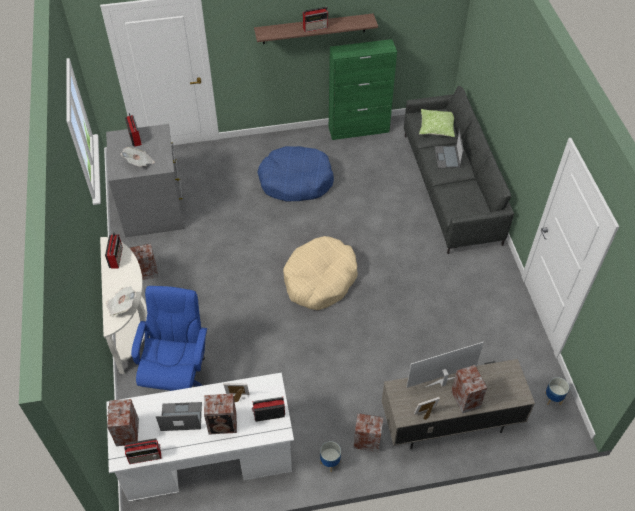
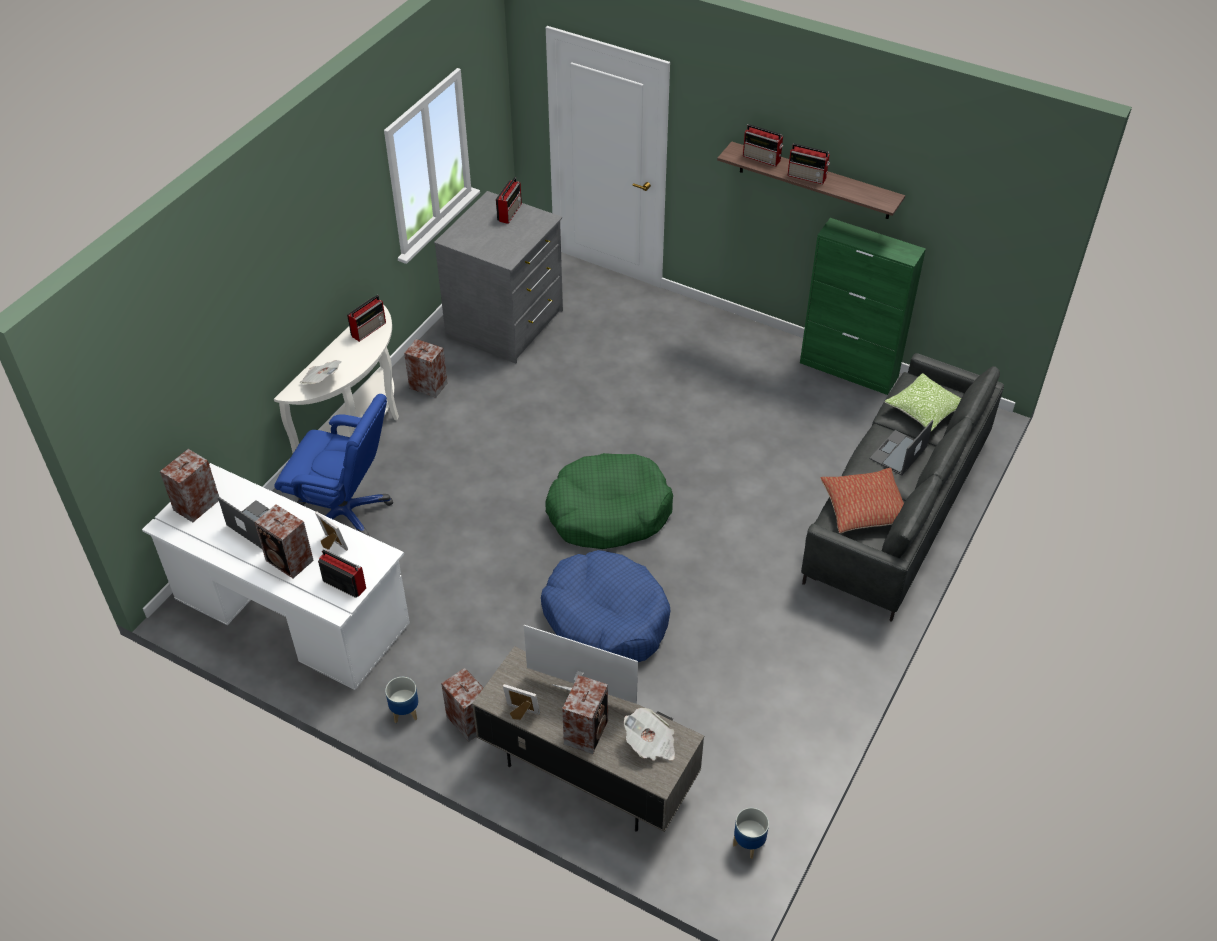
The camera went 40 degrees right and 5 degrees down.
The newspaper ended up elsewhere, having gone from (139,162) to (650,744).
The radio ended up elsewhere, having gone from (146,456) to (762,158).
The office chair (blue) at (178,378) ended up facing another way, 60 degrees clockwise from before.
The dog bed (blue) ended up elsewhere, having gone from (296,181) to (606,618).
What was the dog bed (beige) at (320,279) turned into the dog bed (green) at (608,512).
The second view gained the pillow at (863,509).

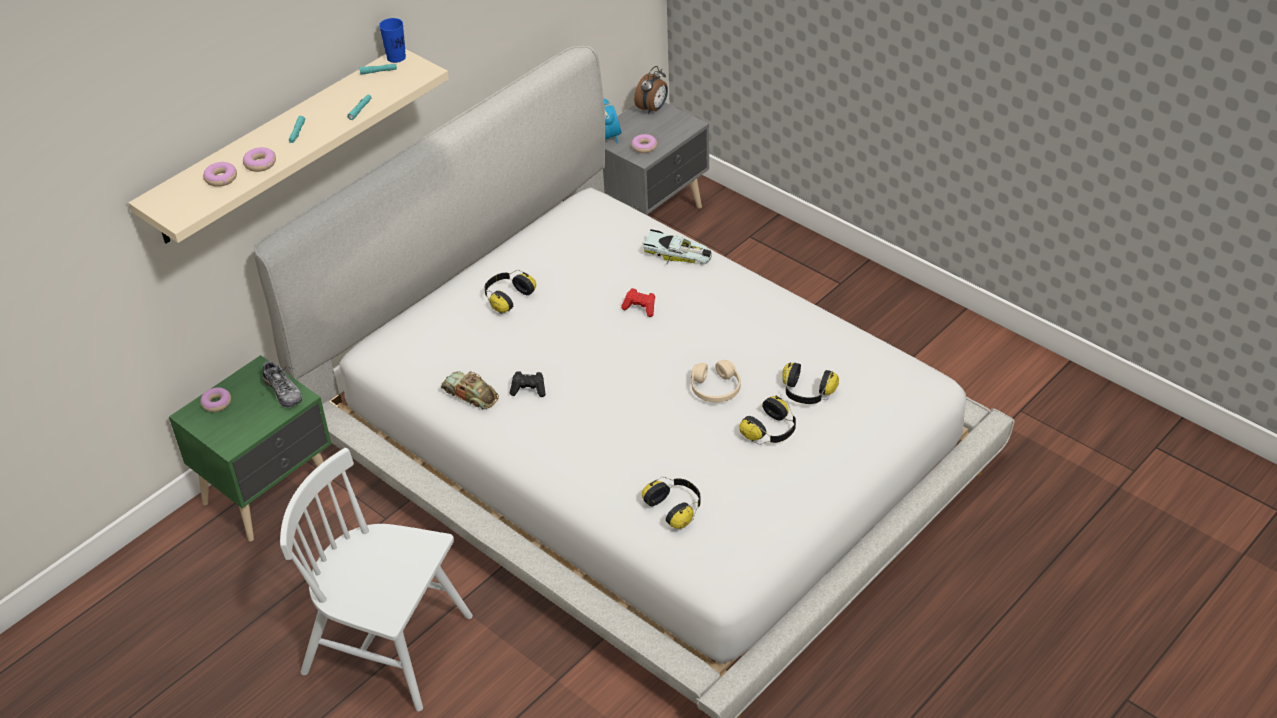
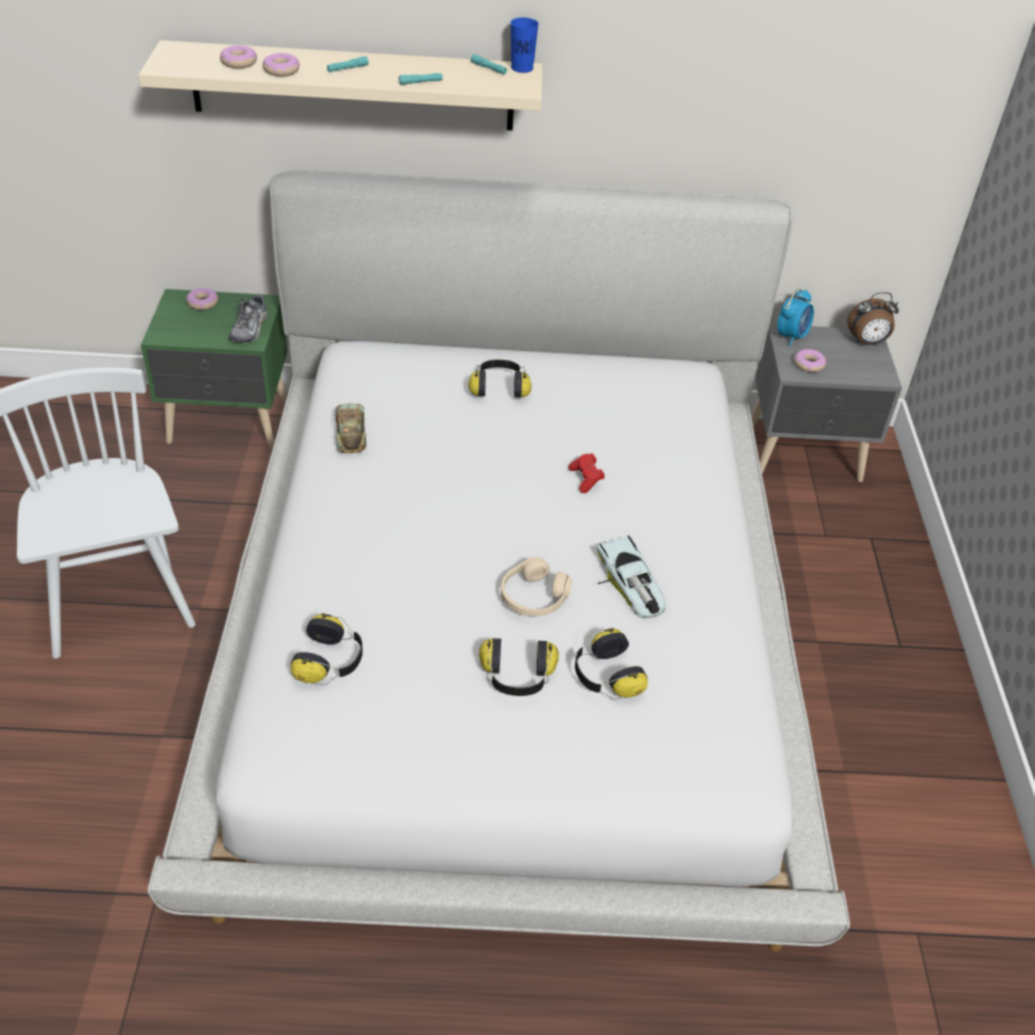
The camera went 45 degrees right and 0 degrees up.
The second view lost the game controller (black) at (529,390).
The toy car ended up elsewhere, having gone from (678,253) to (630,584).

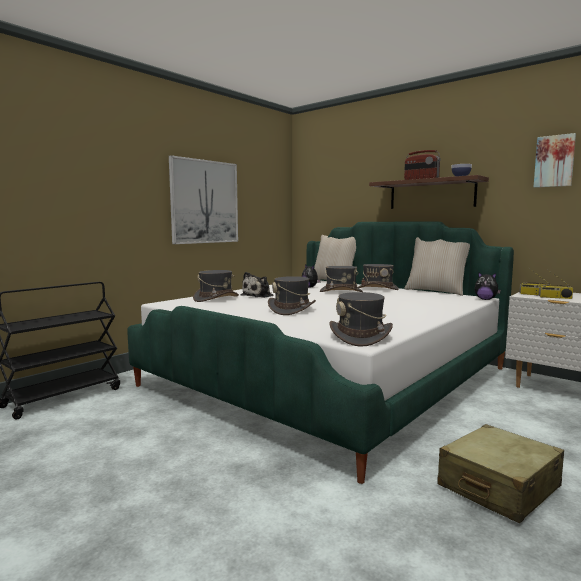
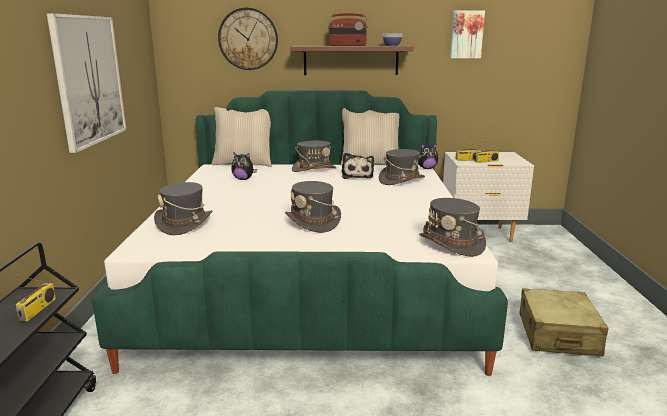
The camera went 40 degrees left and 10 degrees up.
The plush toy ended up elsewhere, having gone from (259,296) to (357,176).
The hat (grey) ended up elsewhere, having gone from (341,291) to (401,180).
The second view gained the radio at (38,310).
The second view gained the wall clock at (248,39).

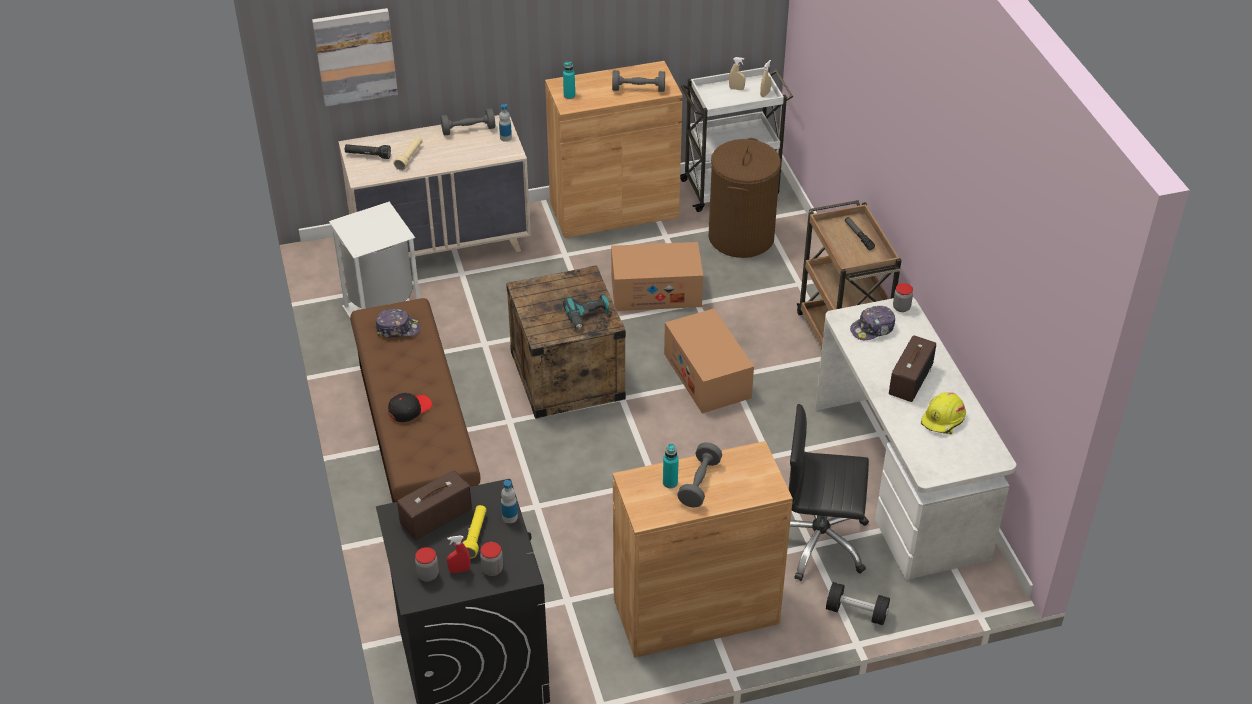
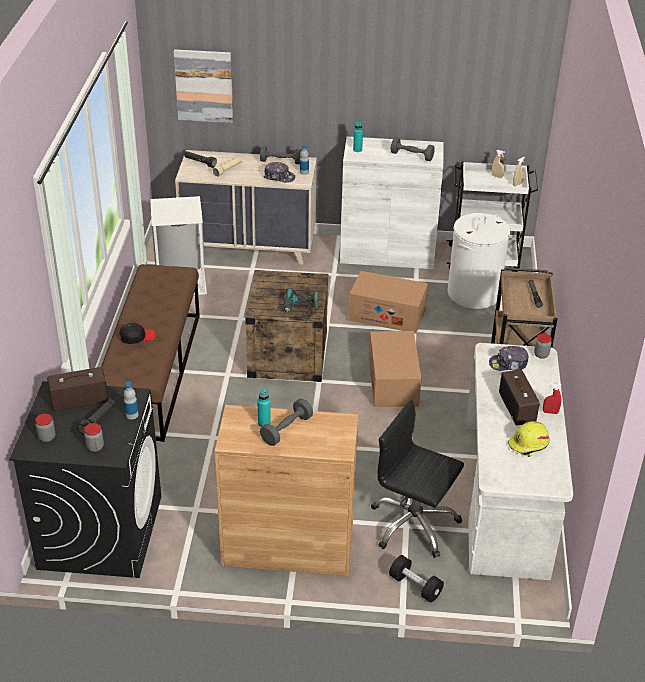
The camera went 20 degrees right and 5 degrees down.
The cap ended up elsewhere, having gone from (398,328) to (279,177).
The spray bottle (red) ended up elsewhere, having gone from (459,570) to (550,412).
What was the flashlight (yellow) at (475,536) turned into the flashlight (black) at (98,421).
What was the cabinet (brown) at (614,209) turned into the cabinet (white) at (387,253).
What was the laundry basket (brown) at (741,237) turned into the laundry basket (white) at (473,293).
The radio at (910,379) ended up facing another way, 120 degrees clockwise from before.

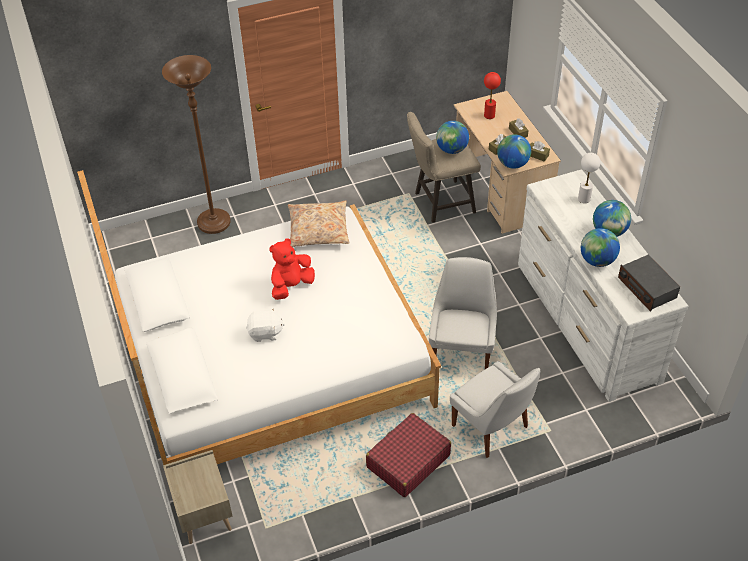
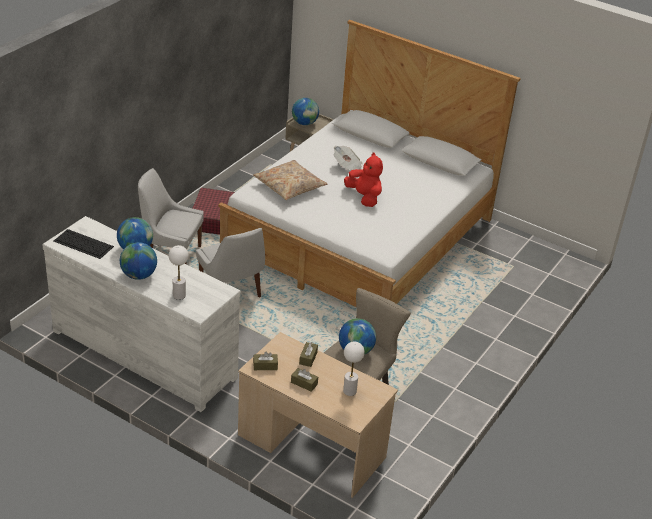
The camera went 140 degrees right and 10 degrees down.
The second view lost the floor lamp (brown) at (214,223).
Where the plush toy (white) stood at (265,333), the newspaper came to stand at (347,166).
The plush toy (red) at (291,286) ended up facing another way, 45 degrees counterclockwise from before.
The pillow (beige) ended up elsewhere, having gone from (318,230) to (289,186).
What was the table lamp (red) at (489,115) turned into the table lamp (white) at (349,391).
The globe ended up elsewhere, having gone from (512,164) to (304,123).
Where the radio stood at (646,288), the keyboard came to stand at (82,244).

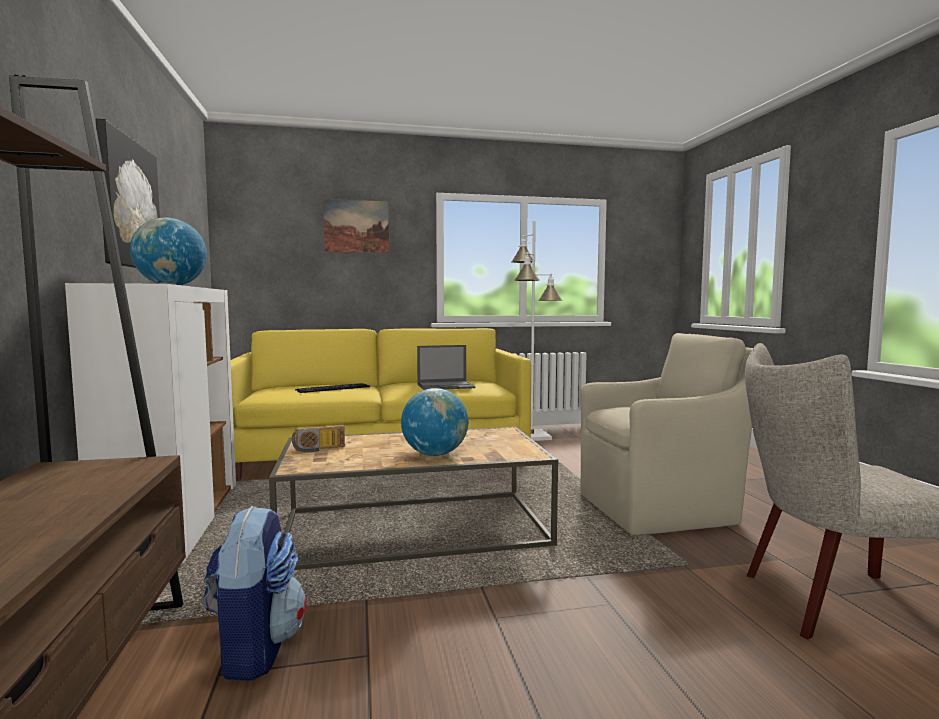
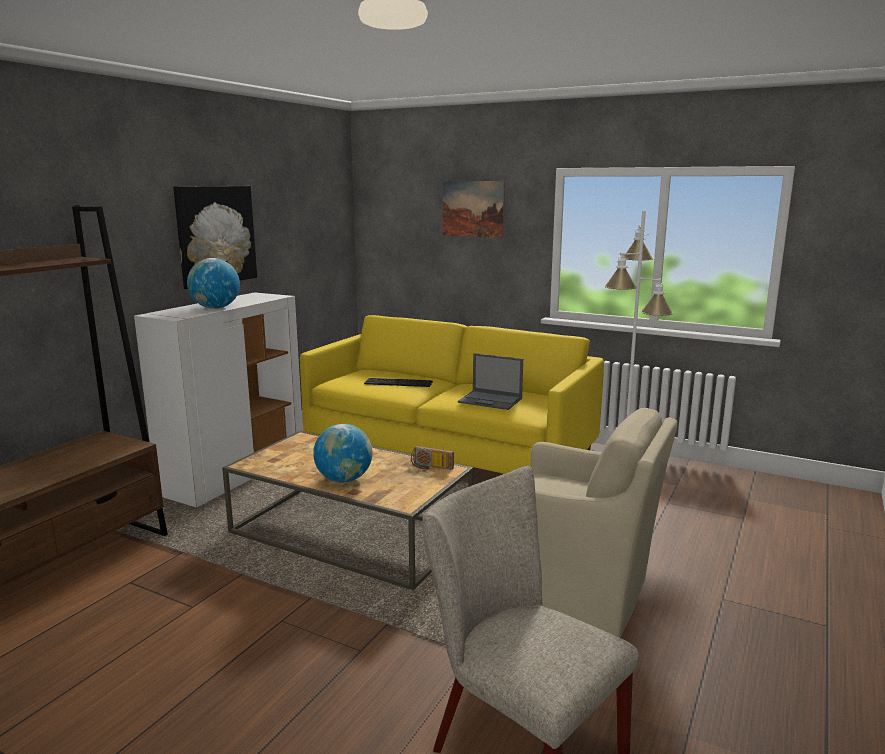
The camera went 40 degrees right and 10 degrees up.
The second view lost the backpack at (255,648).
The radio ended up elsewhere, having gone from (319,449) to (431,467).

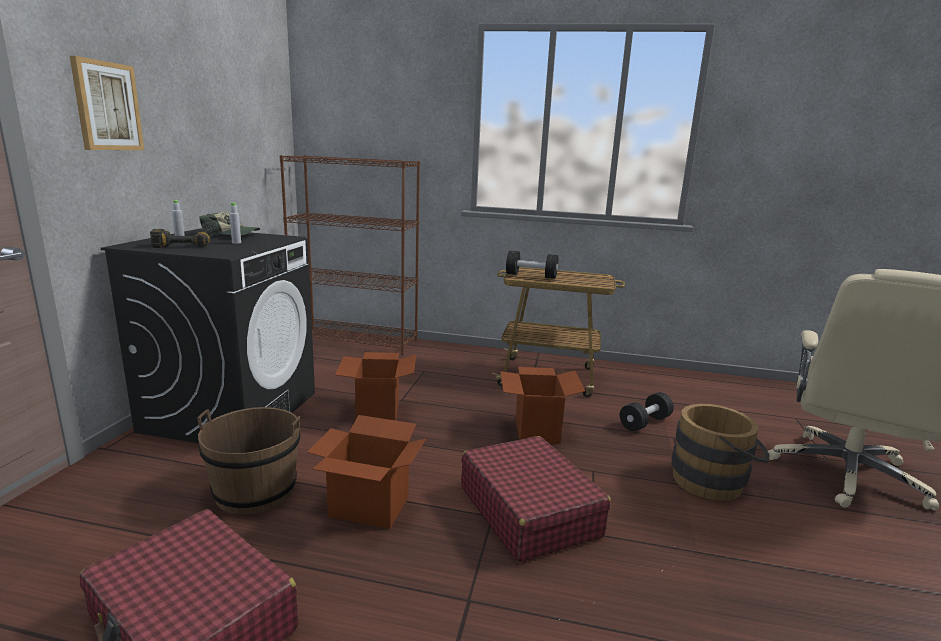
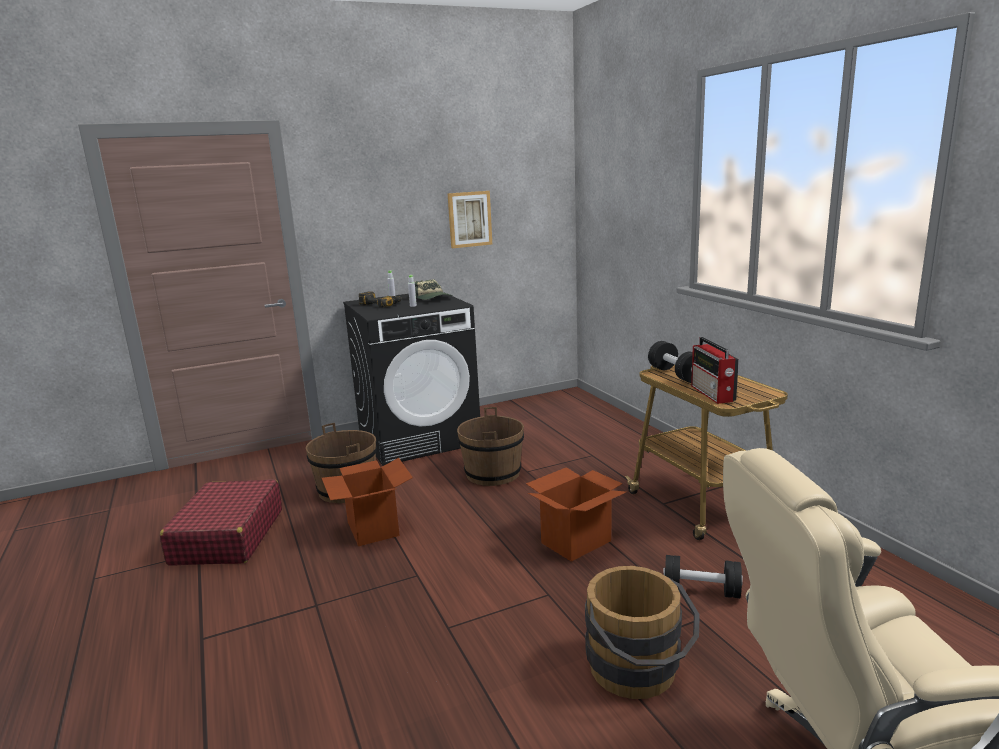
The camera went 55 degrees right and 0 degrees up.
The picture ended up elsewhere, having gone from (107,106) to (469,219).
The second view lost the bookcase (brown) at (356,340).
Where the cardboard box stood at (378,412), the bucket (brown) came to stand at (493,473).
The second view lost the suitcase (red) at (528,511).
The second view gained the radio at (713,394).

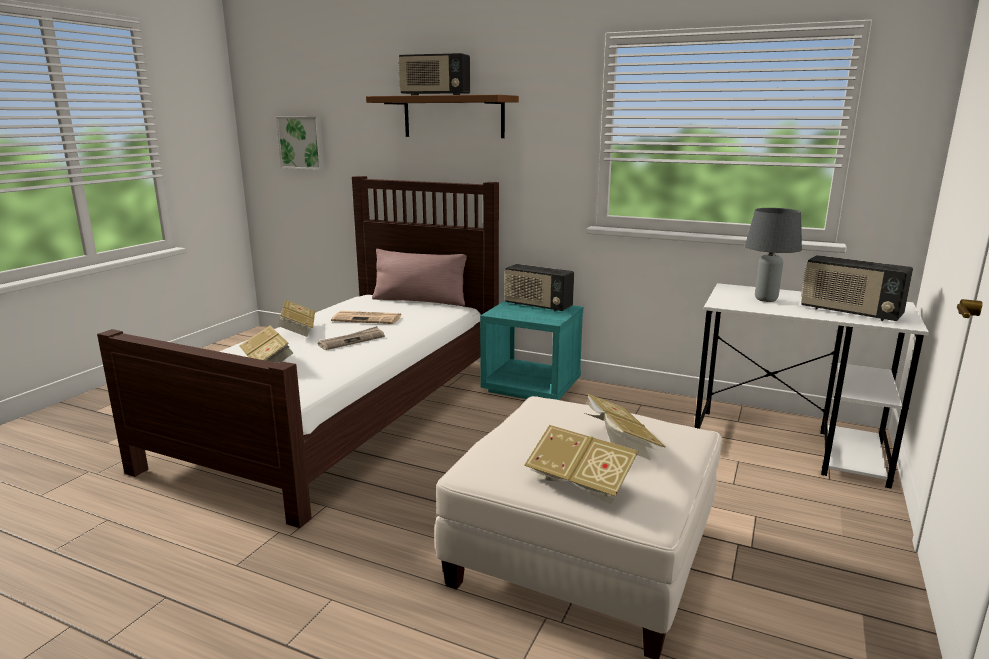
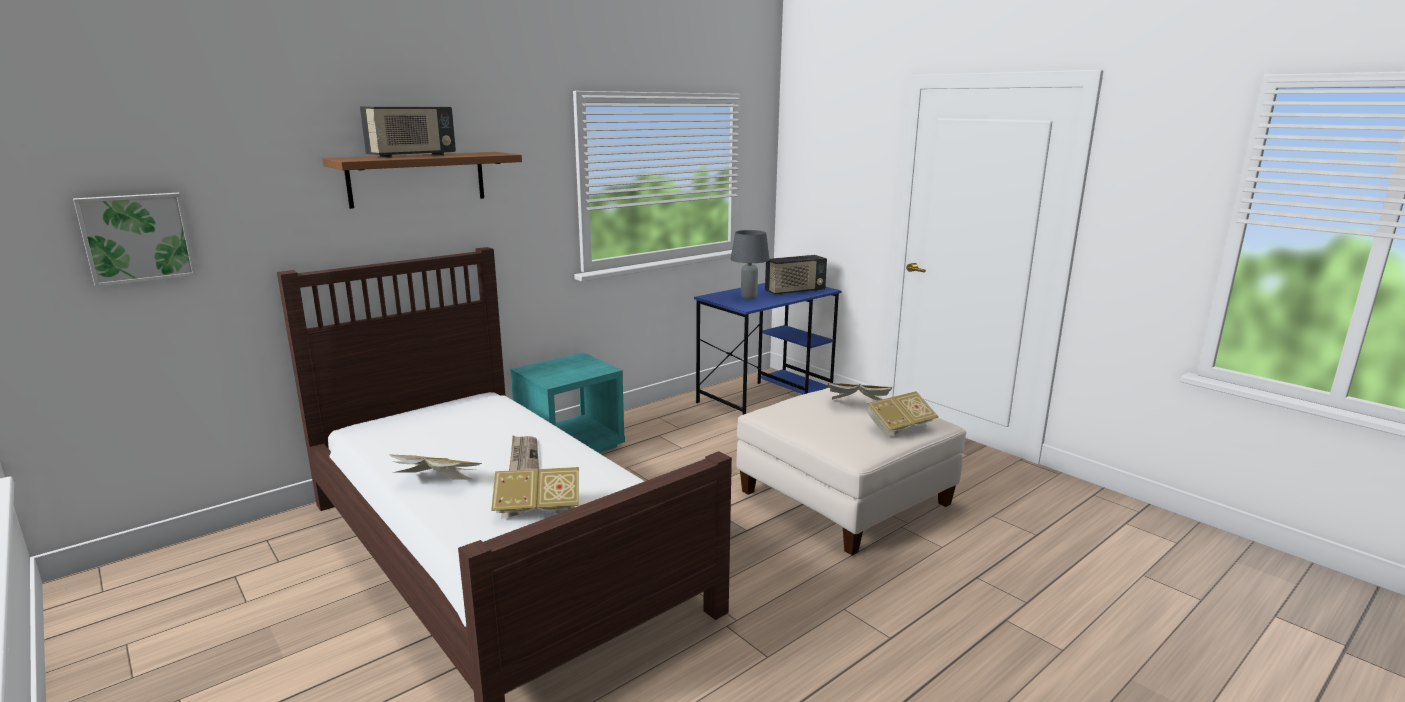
The camera went 65 degrees left and 0 degrees up.
The second view lost the newspaper at (368,318).
The second view lost the pillow (pink) at (419,301).
The second view lost the radio at (537,306).
What was the desk (white) at (789,446) turned into the desk (blue) at (766,397).

